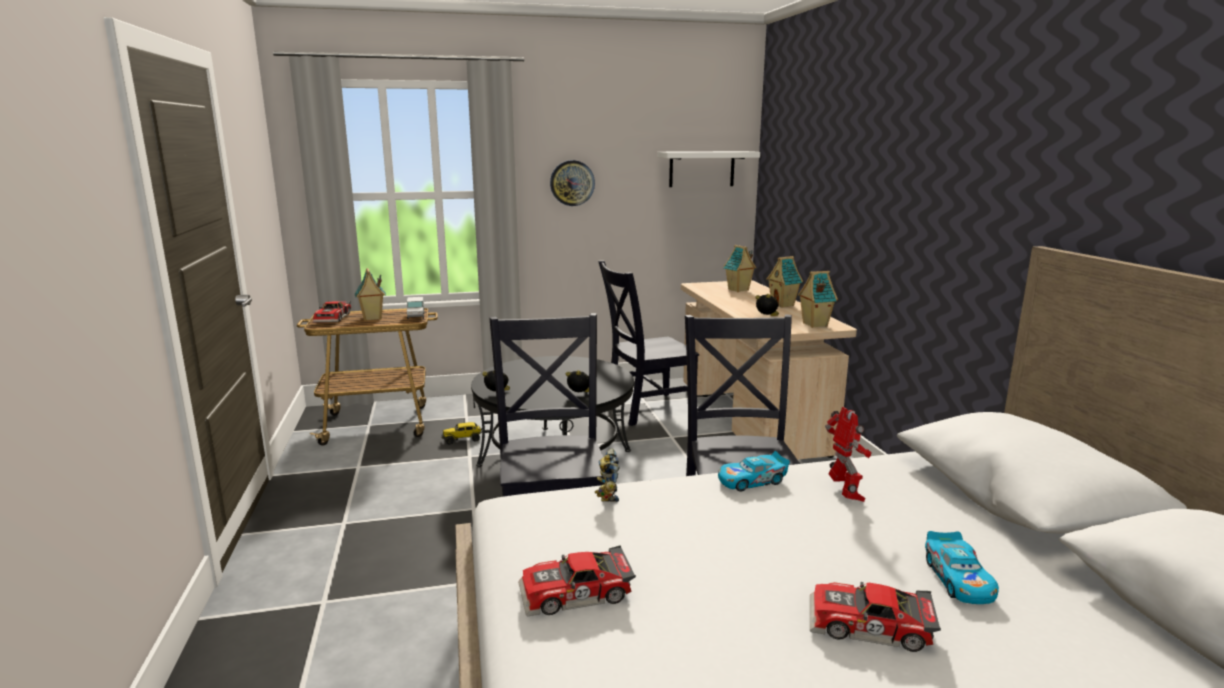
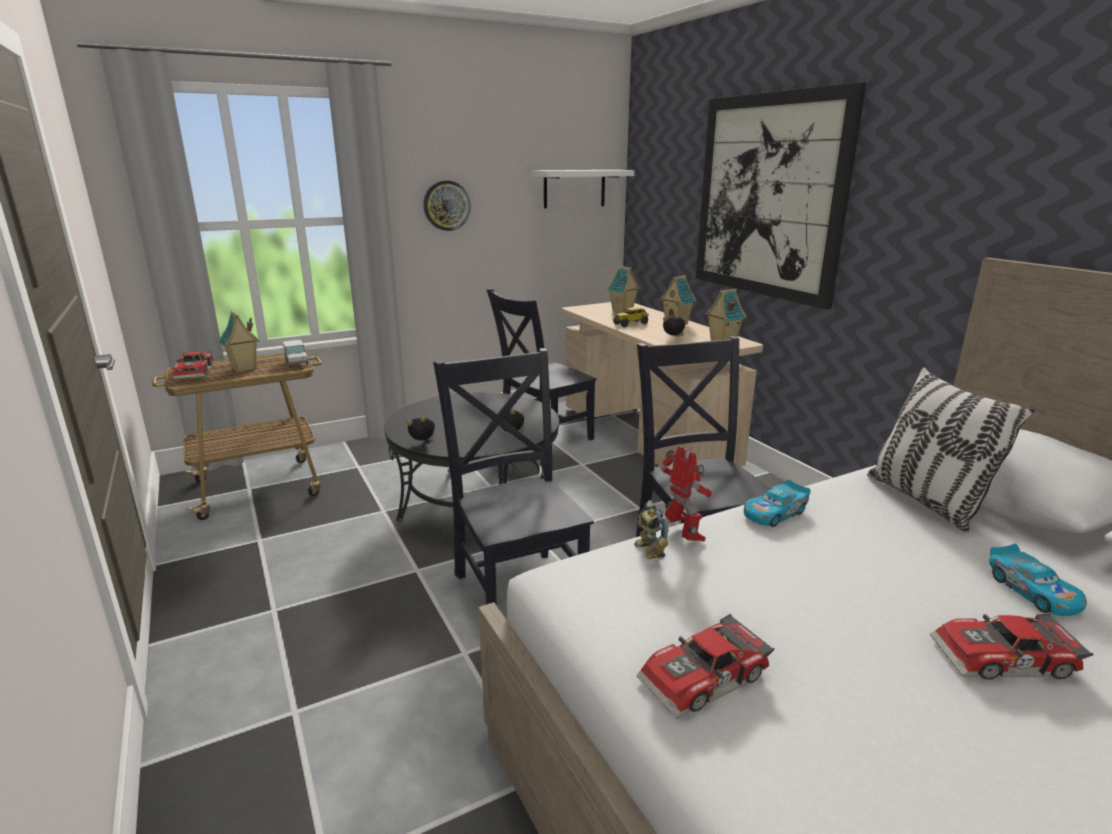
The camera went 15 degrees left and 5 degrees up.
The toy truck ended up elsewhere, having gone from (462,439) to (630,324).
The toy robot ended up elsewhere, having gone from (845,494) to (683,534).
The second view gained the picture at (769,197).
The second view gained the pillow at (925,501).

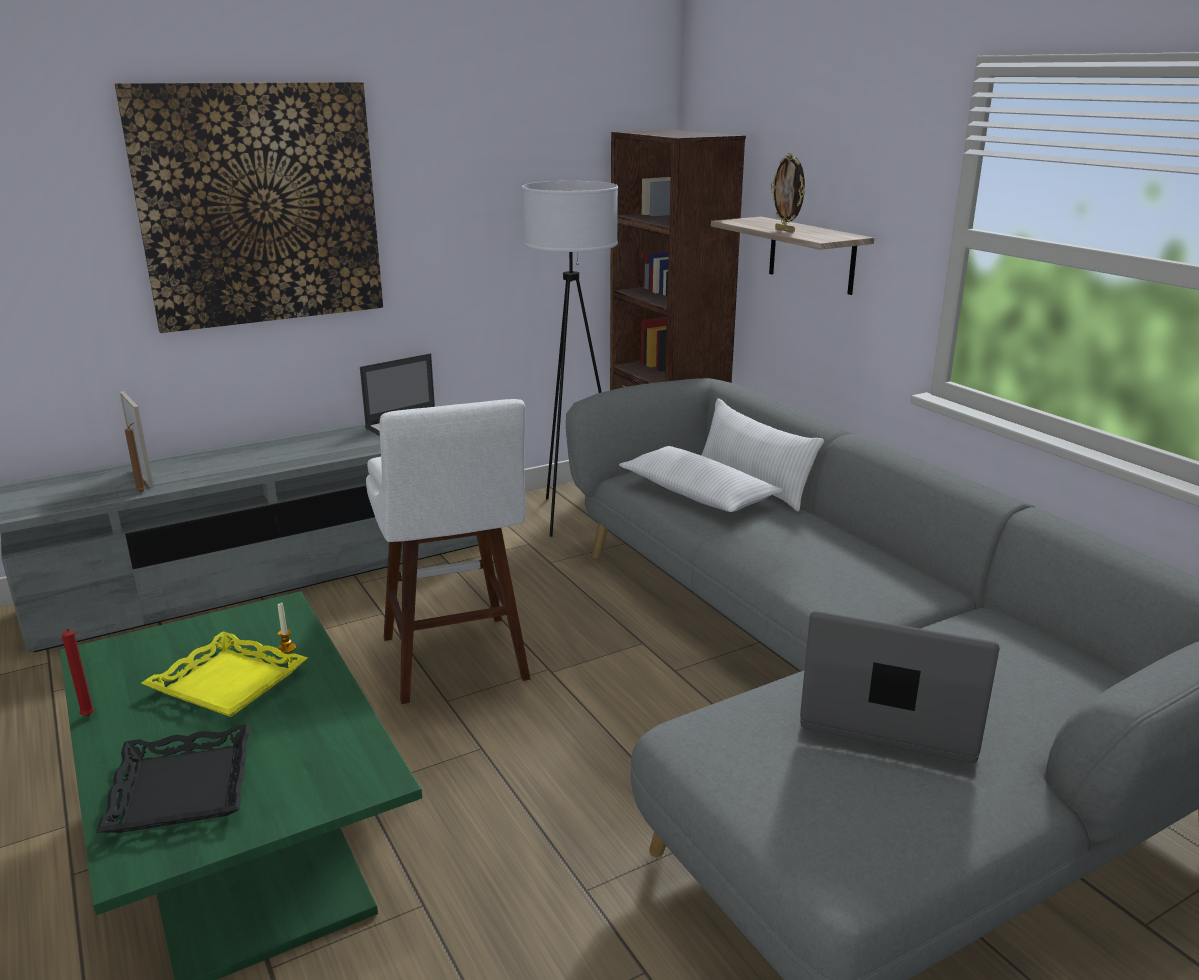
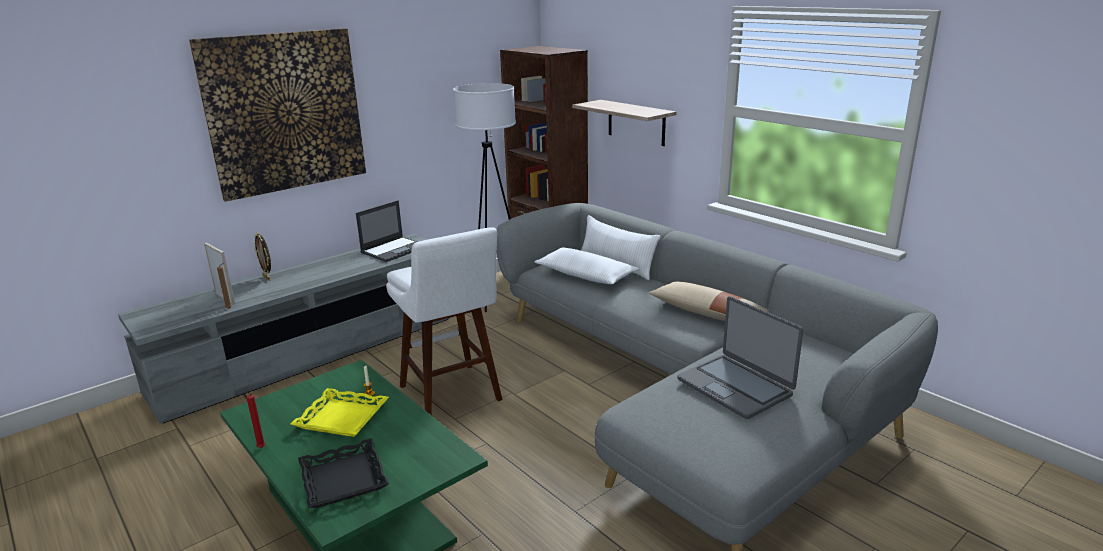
The camera went 10 degrees left and 0 degrees up.
The picture frame ended up elsewhere, having gone from (785,230) to (267,278).
The laptop at (890,714) ended up facing another way, 135 degrees counterclockwise from before.
The second view gained the pillow (beige) at (706,313).

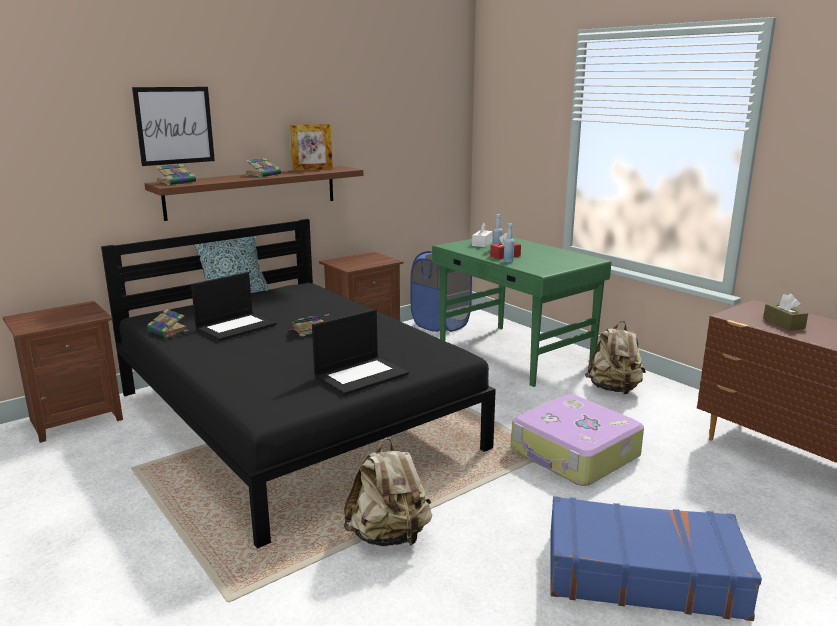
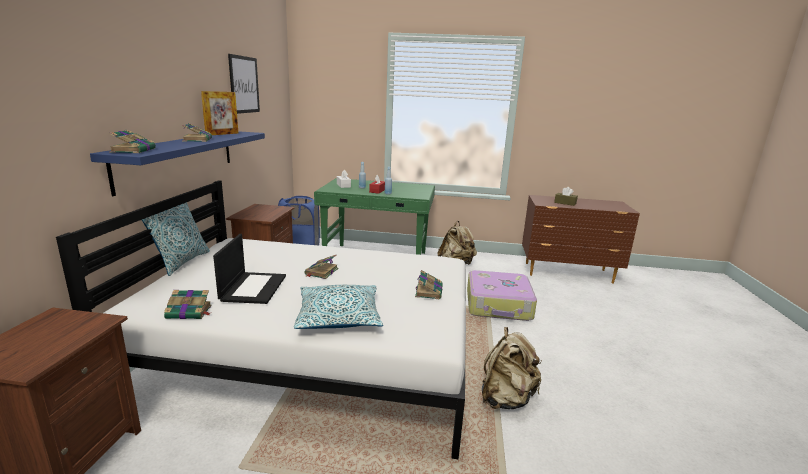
The camera went 45 degrees left and 0 degrees up.
What was the bed (black) at (294,419) turned into the bed (white) at (313,354).
The picture ended up elsewhere, having gone from (174,125) to (244,85).
What was the shelf (brown) at (253,192) turned into the shelf (blue) at (179,158).
Where the laptop stood at (361,375), the book came to stand at (429,291).
The second view lost the suitcase (blue) at (642,573).
The second view gained the pillow at (338,317).

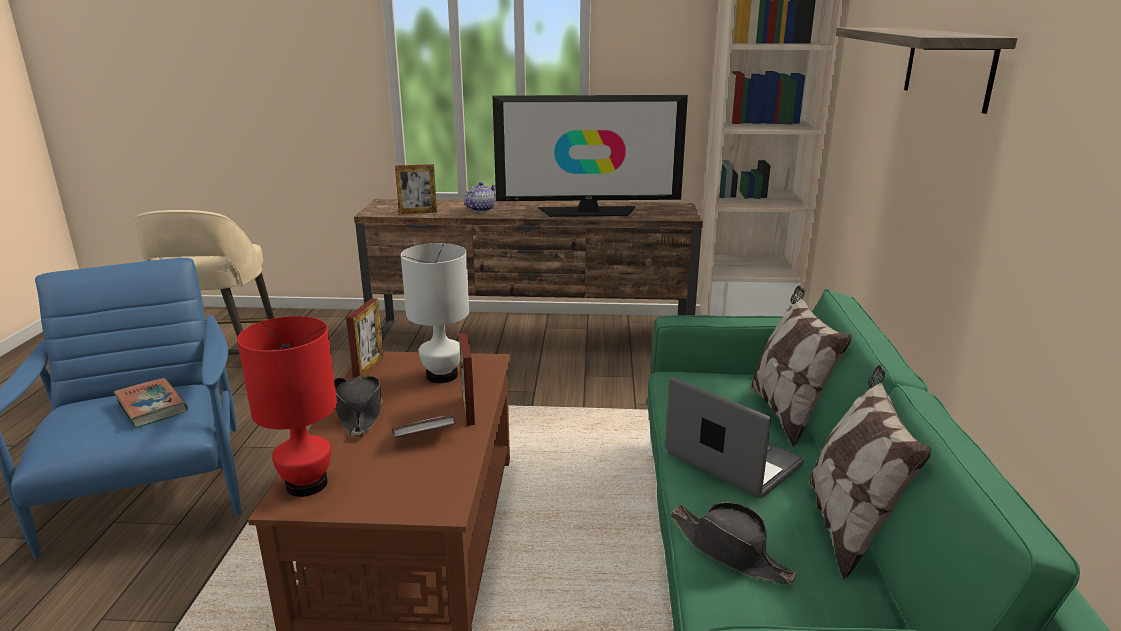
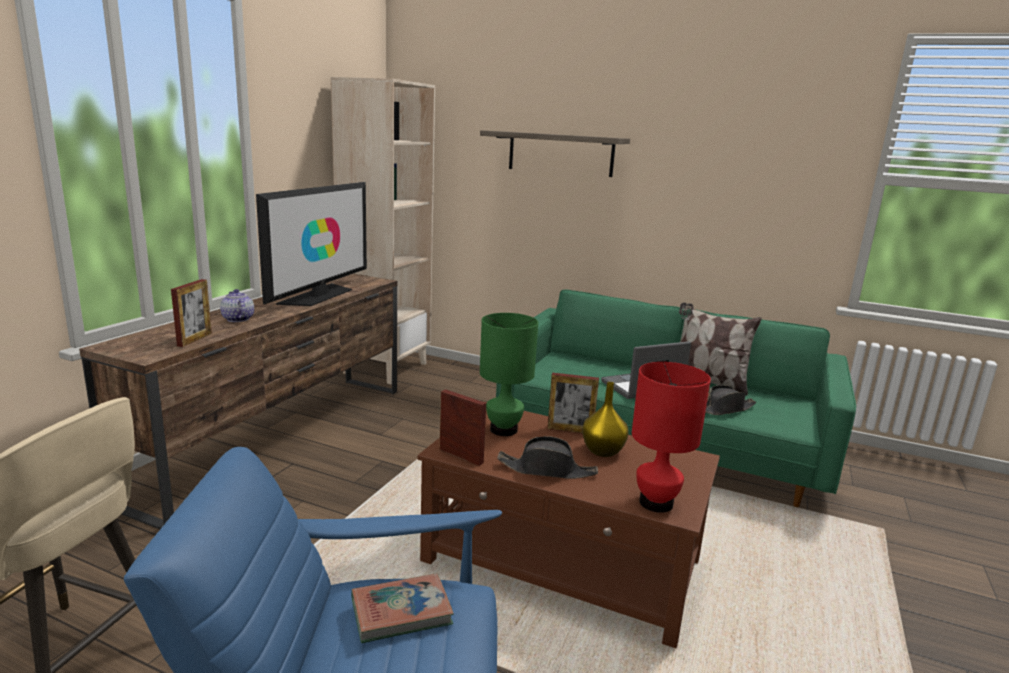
The camera went 70 degrees left and 5 degrees down.
Where the book stood at (424,437), the vase (yellow) came to stand at (603,451).
What was the table lamp (white) at (442,376) turned into the table lamp (green) at (504,430).
The second view lost the pillow at (787,413).

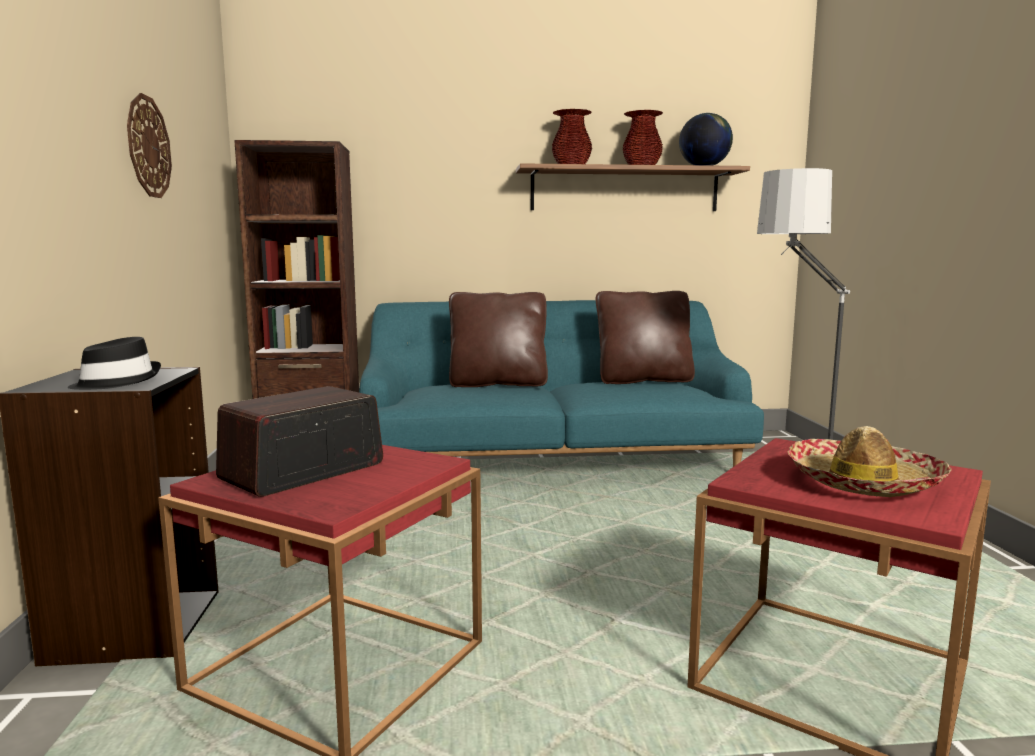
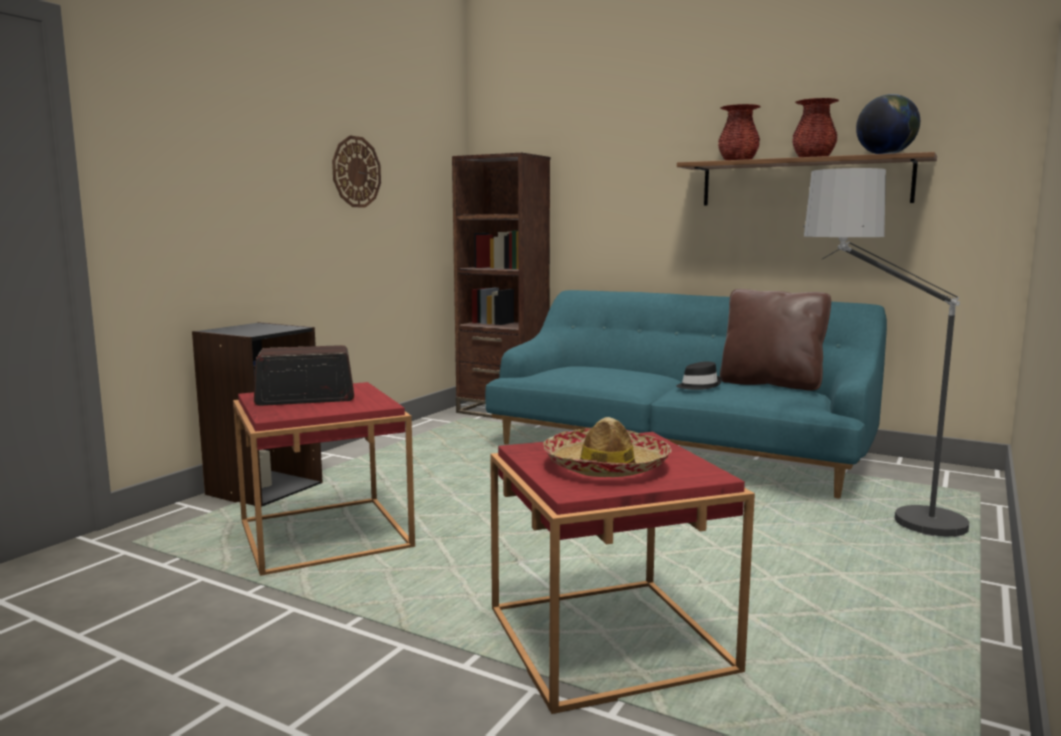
The camera went 35 degrees right and 0 degrees up.
The hat (black) ended up elsewhere, having gone from (116,381) to (698,385).
The second view lost the pillow (brown) at (498,384).

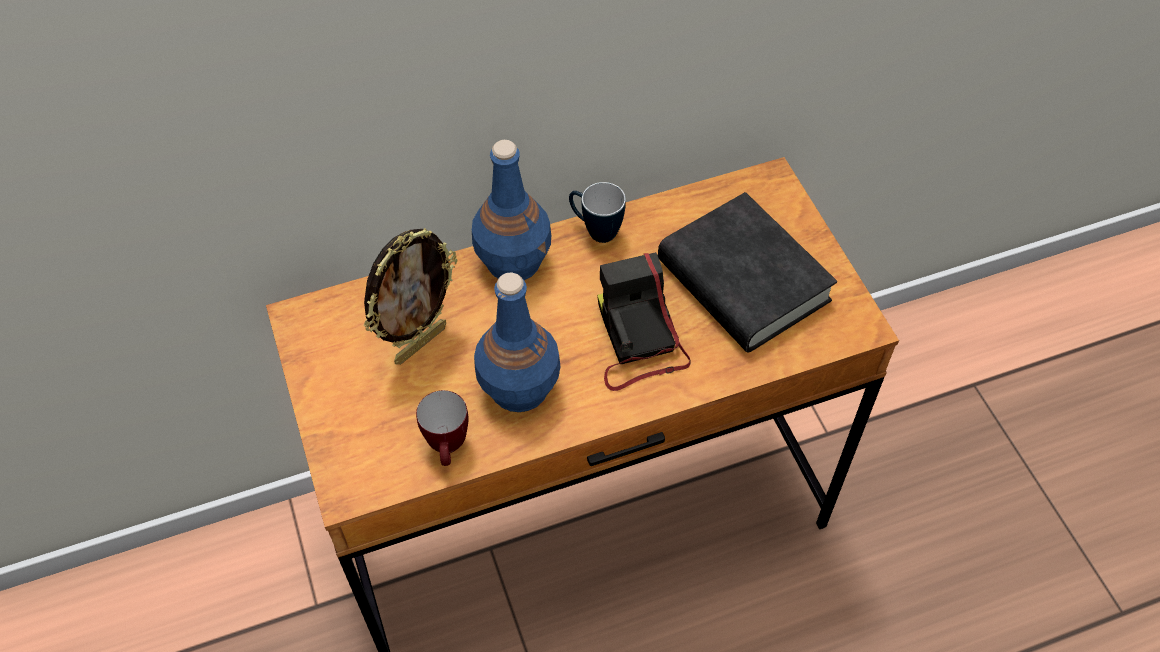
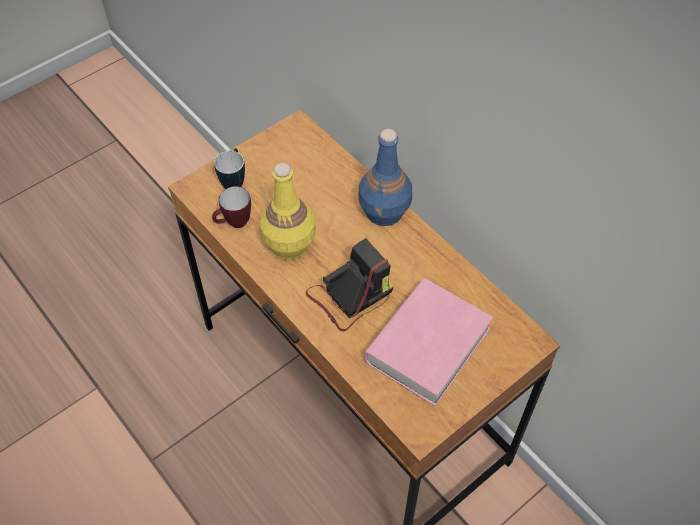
The camera went 70 degrees right and 0 degrees up.
The second view lost the picture frame at (419,343).
What was the bottle (blue) at (519,388) turned into the bottle (yellow) at (288,244).
The mug ended up elsewhere, having gone from (595,230) to (234,181).
What was the book (black) at (743,281) turned into the book (pink) at (427,345).

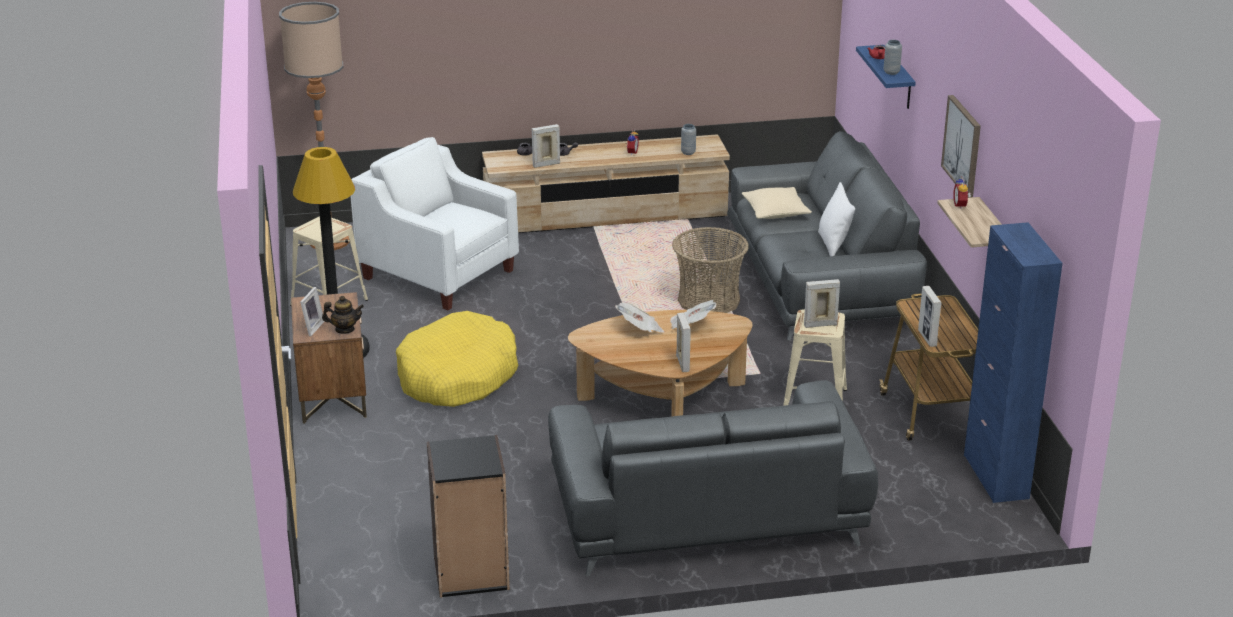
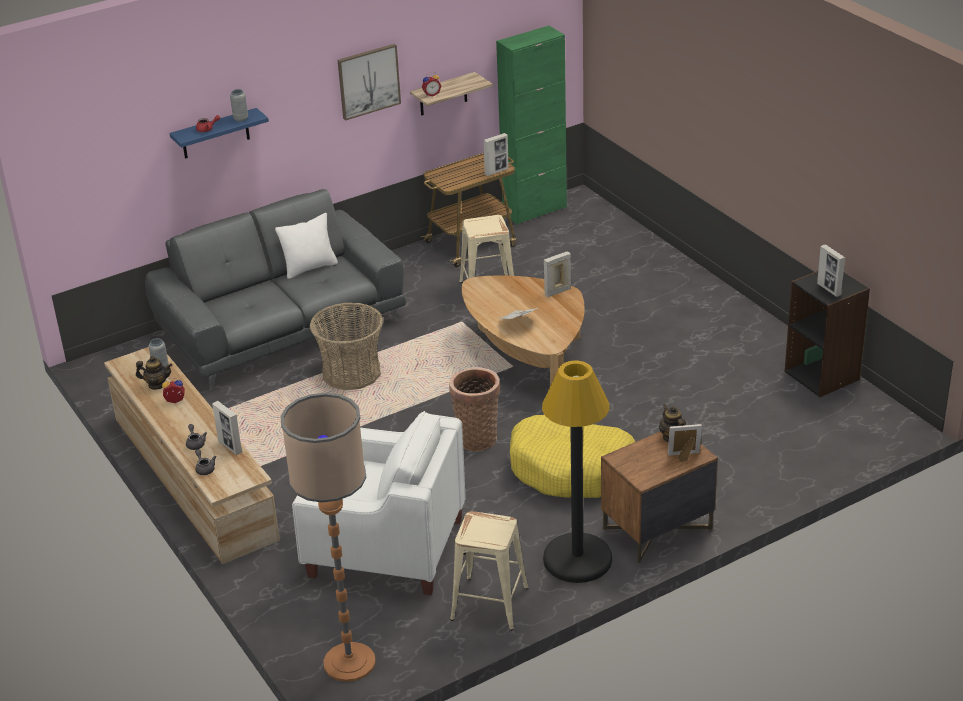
The camera went 110 degrees left and 5 degrees up.
The armchair (white) at (439,274) ended up facing another way, 90 degrees counterclockwise from before.
The second view lost the sofa (grey) at (706,514).
The second view lost the newspaper at (691,325).
The second view lost the pillow (beige) at (775,212).
The picture frame ended up elsewhere, having gone from (820,325) to (829,289).
What was the cabinet (blue) at (995,476) turned into the cabinet (green) at (535,210).
The second view gained the teapot at (157,385).
The second view gained the basket at (477,437).

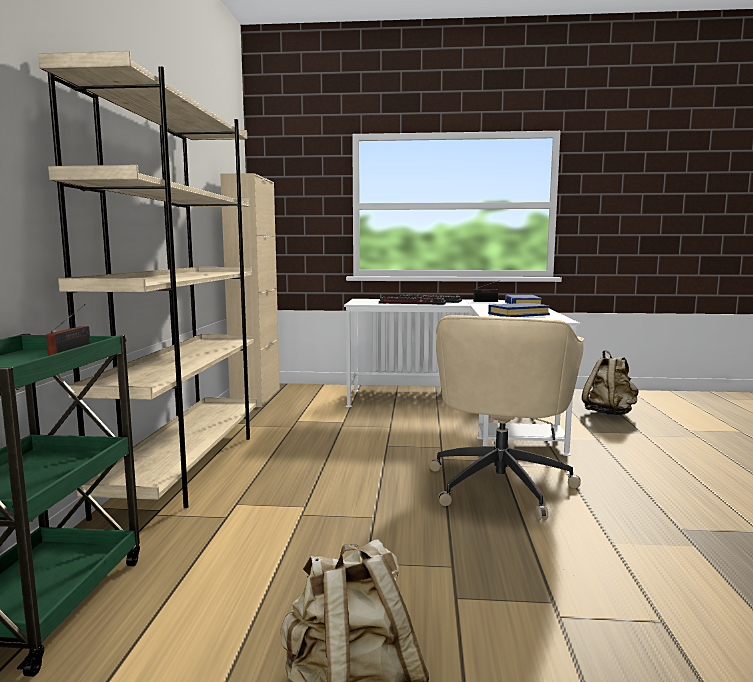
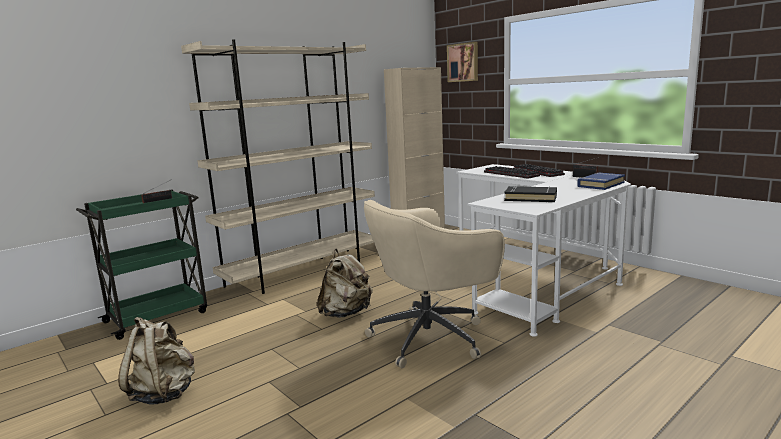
The camera went 45 degrees right and 5 degrees up.
What was the book (blue) at (518,314) turned into the book (black) at (530,198).
The backpack (beige) ended up elsewhere, having gone from (609,413) to (346,313).
The second view gained the picture at (463,62).

